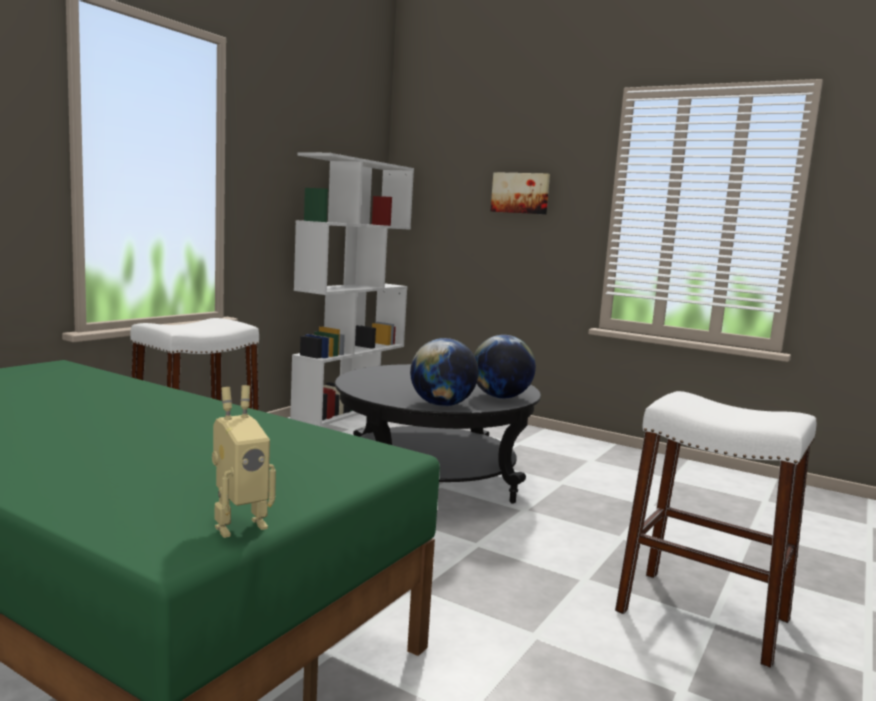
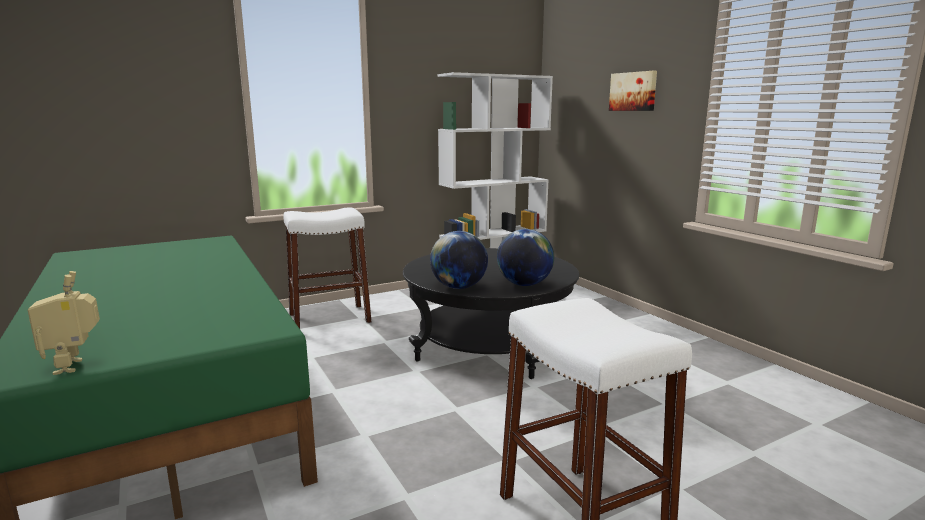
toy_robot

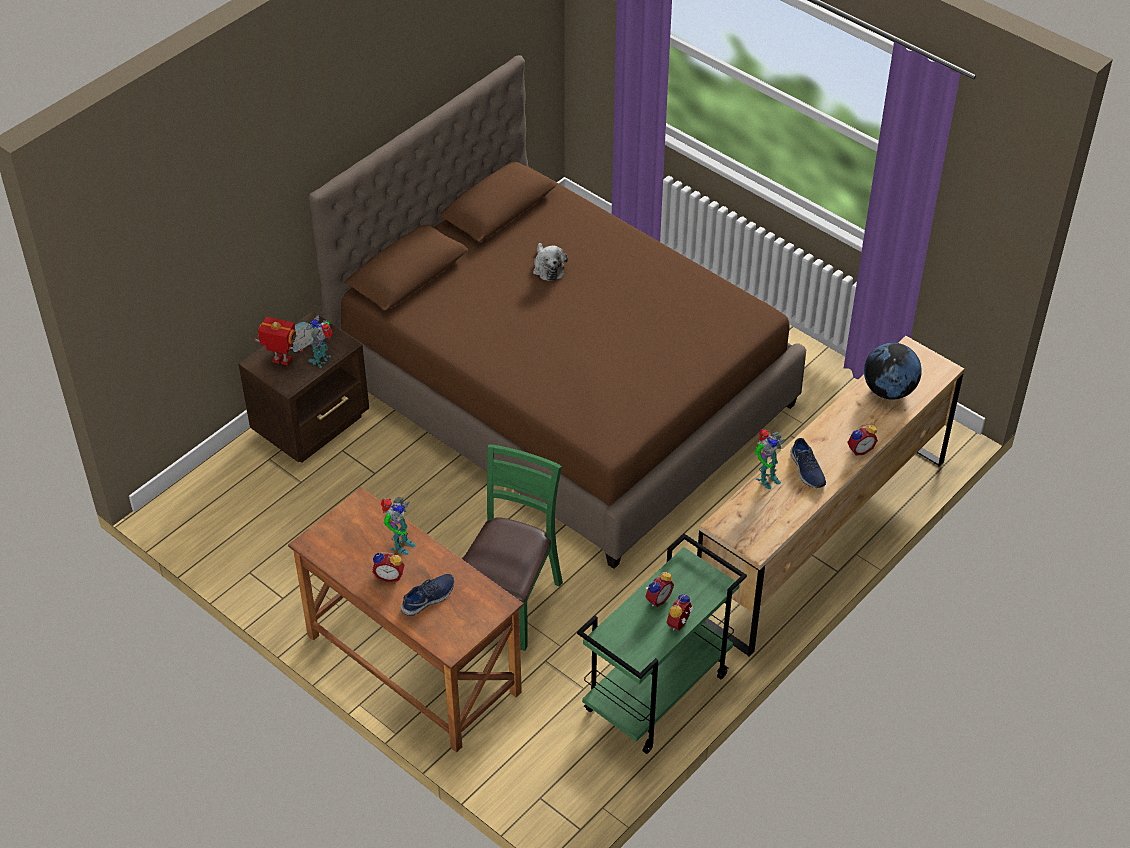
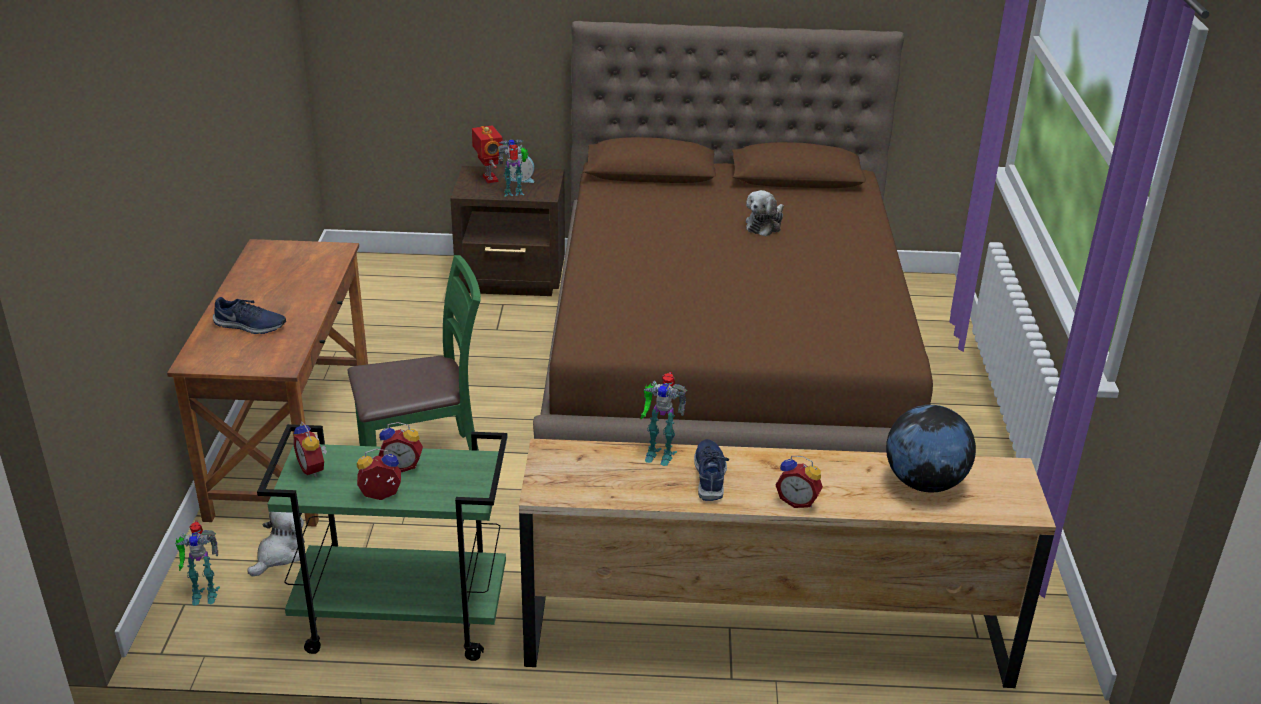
toy_robot (1st from left)
plush_toy (1st from left)
alarm_clock (1st from left)
blue_shoe (2nd from left)

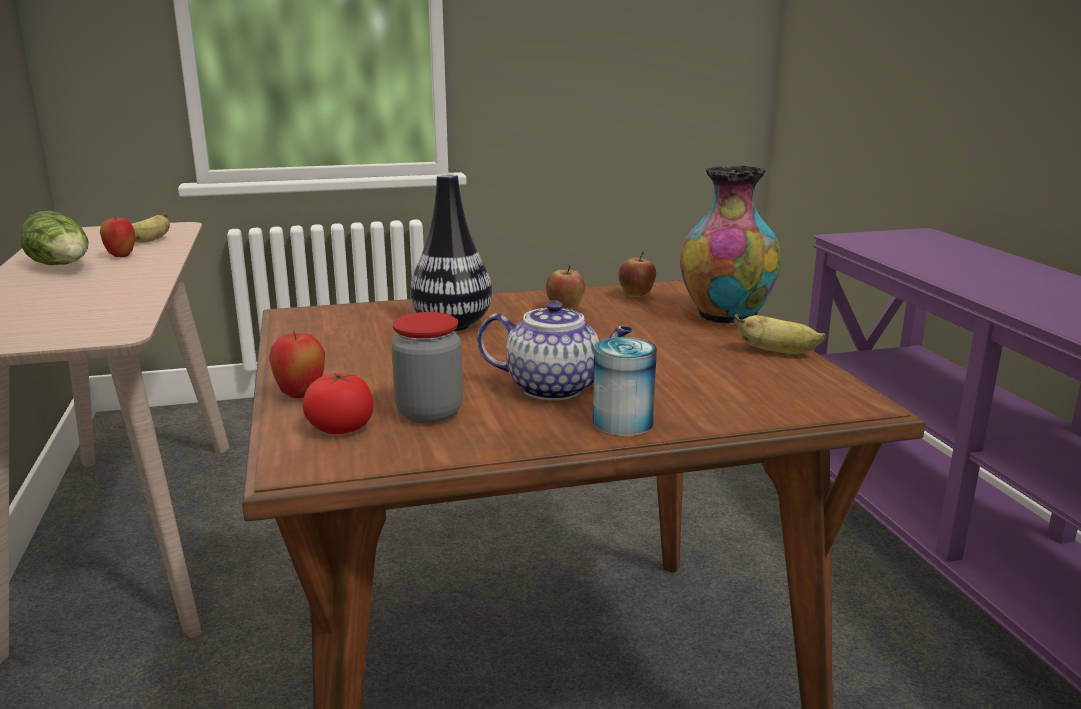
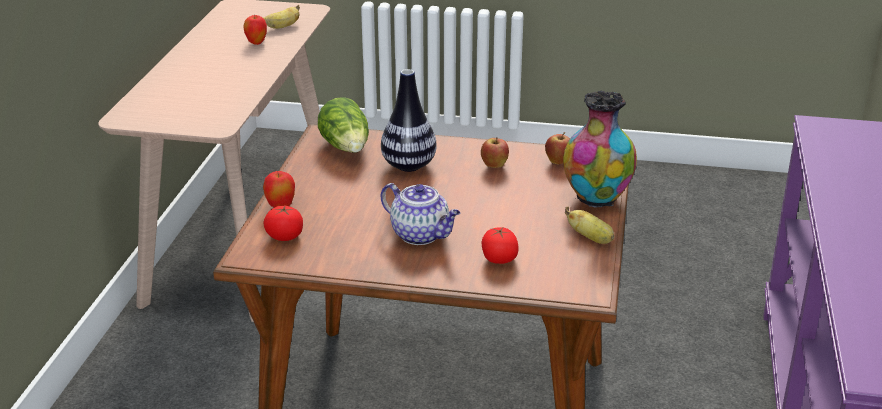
lettuce
tomato (2nd from left)
jar
can

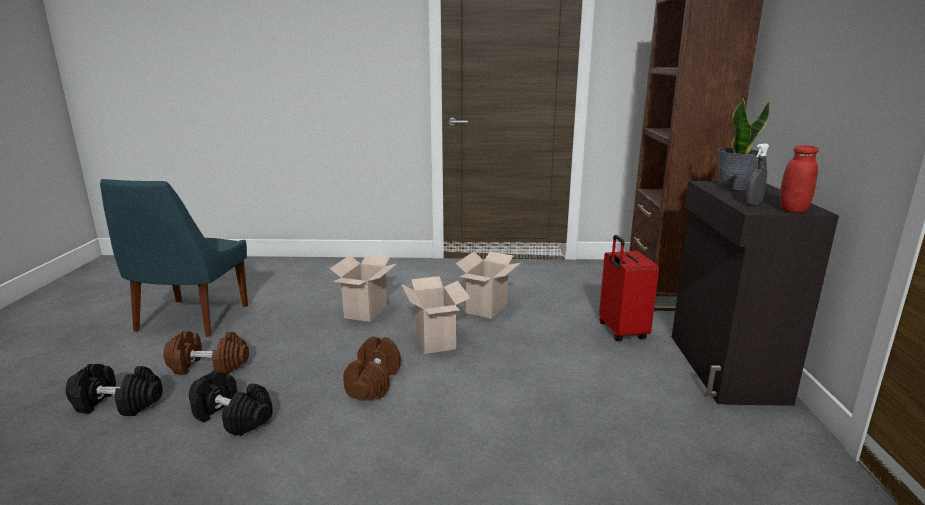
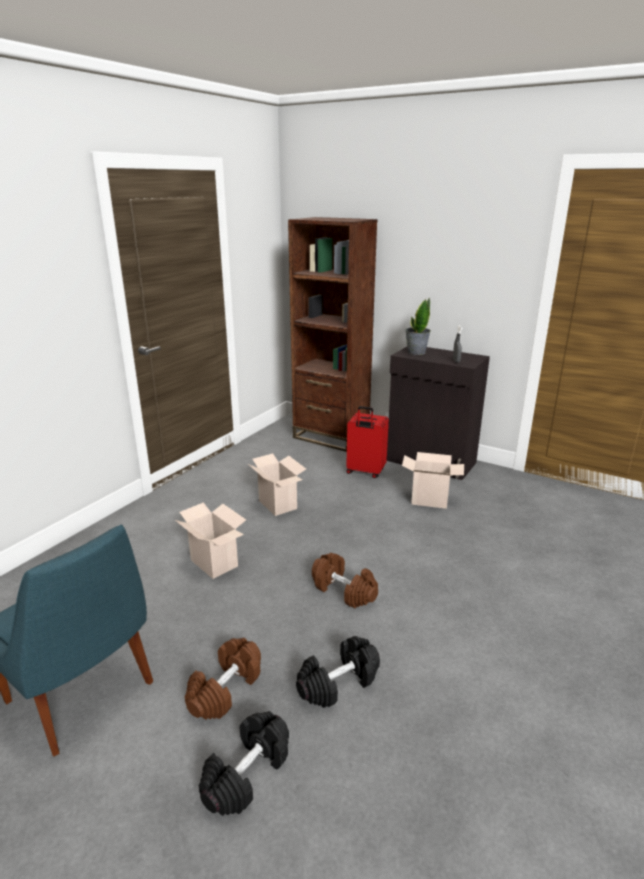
cardboard_box (3rd from left)
red_jar

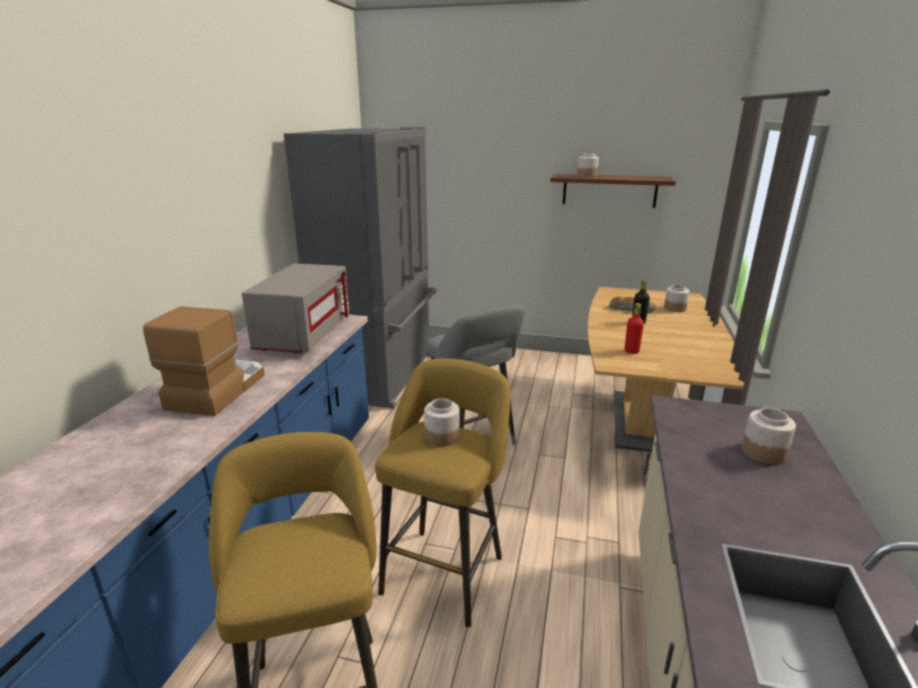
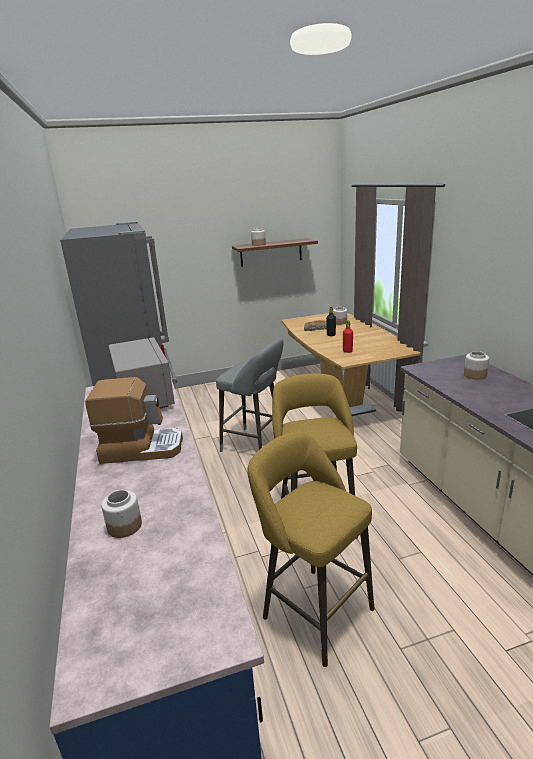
coffee_machine
jar (1st from left)

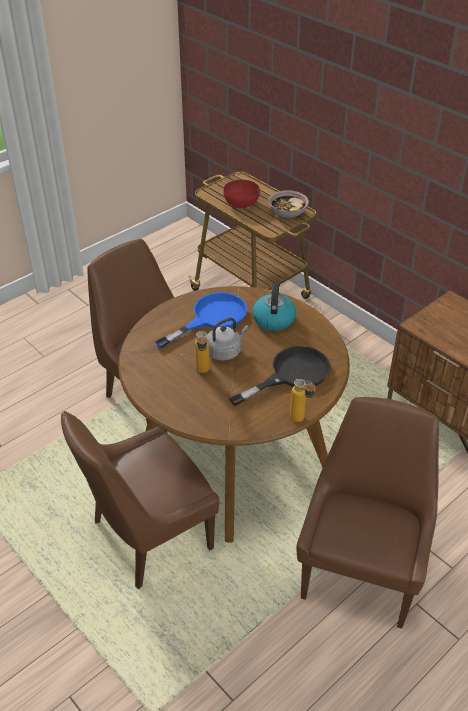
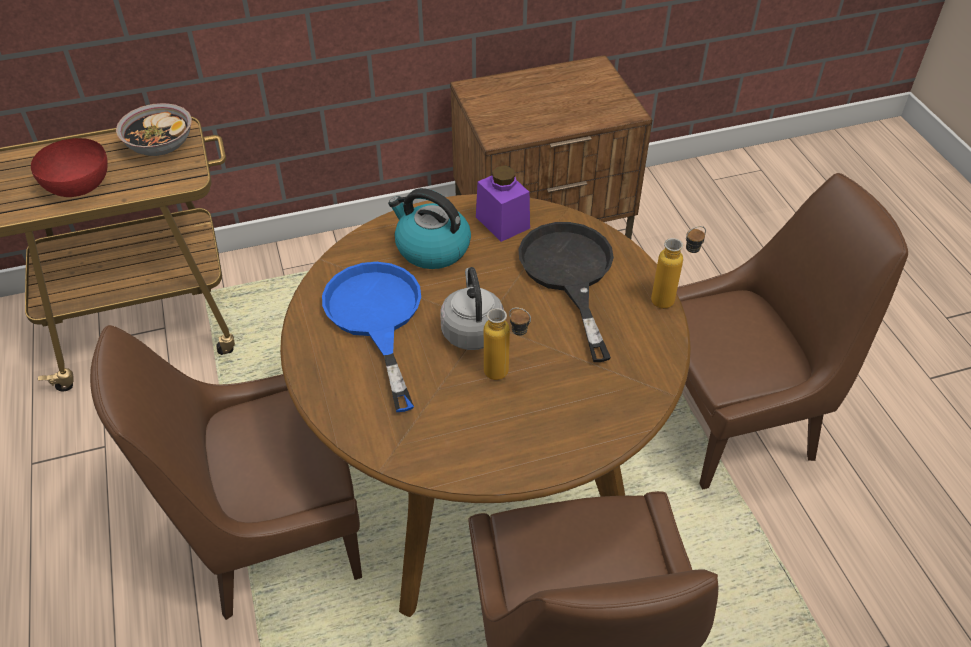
purple_jar
brown_chair (3rd from left)

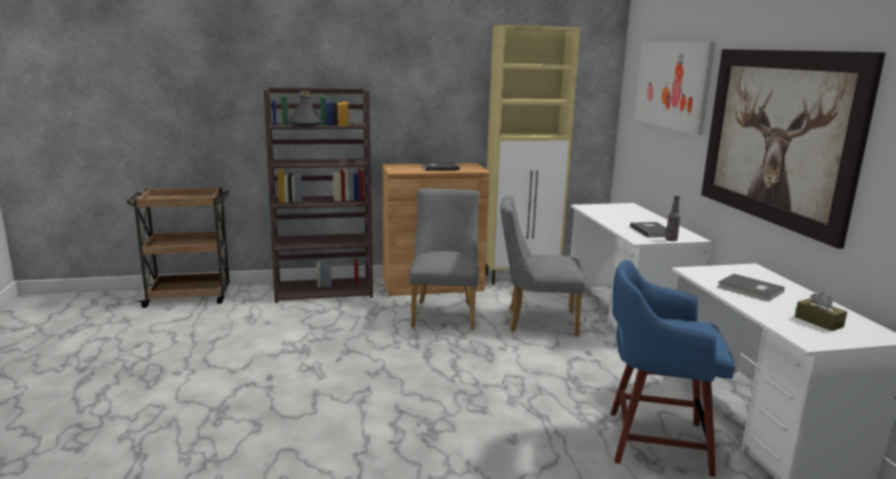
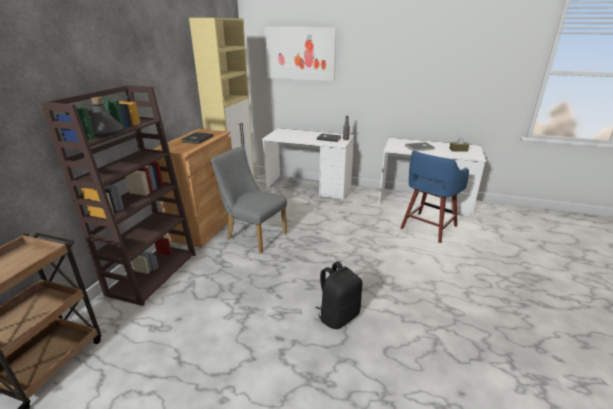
black_backpack
grey_chair (2nd from left in the first image)
picture (2nd from left in the first image)

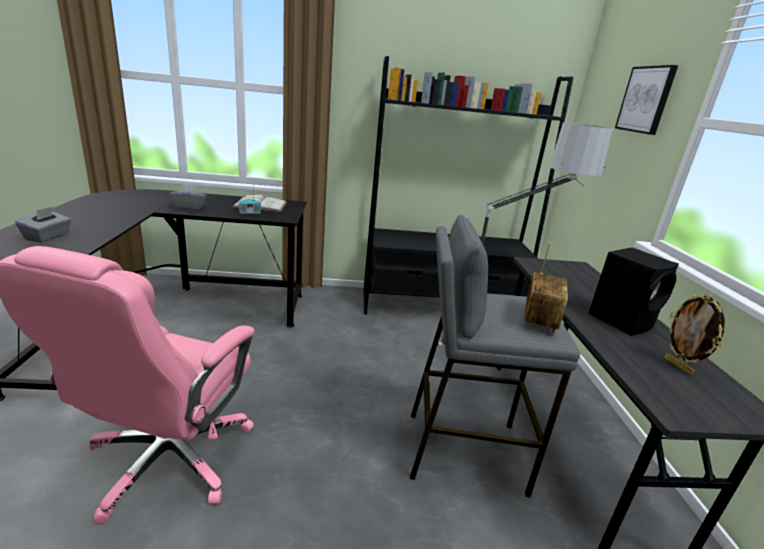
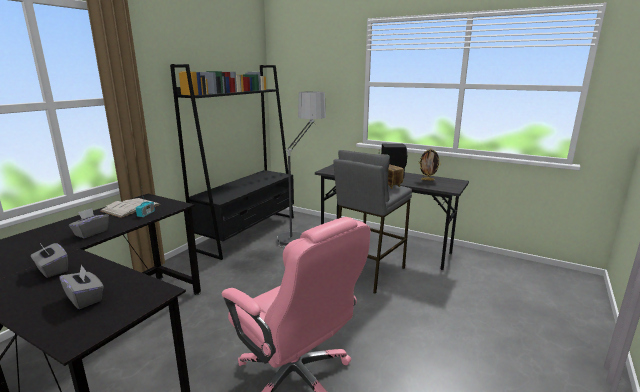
grey_tissue_box (1st from left)
picture

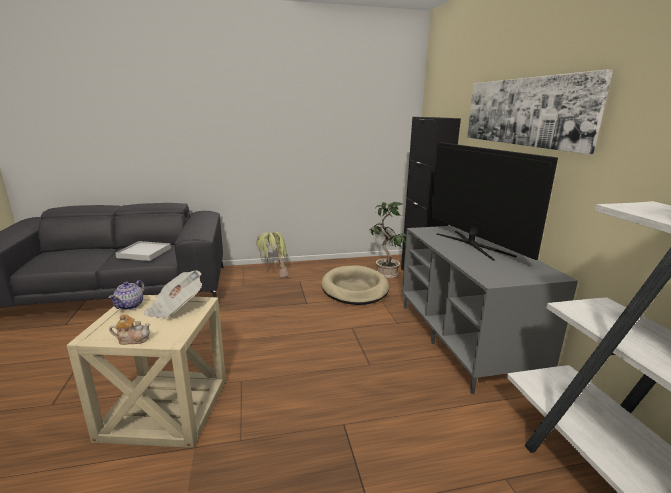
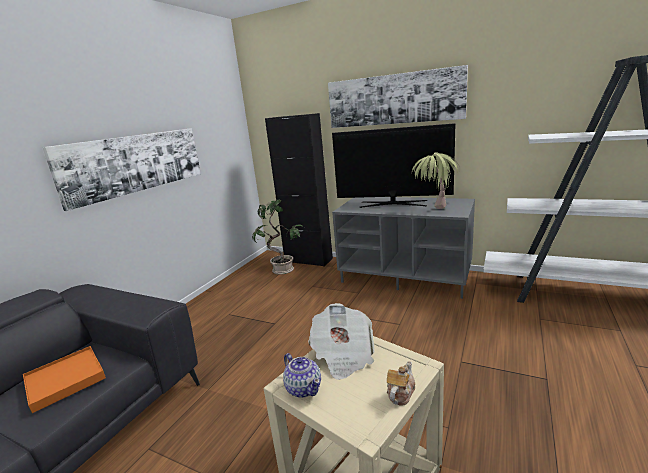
orange_tray
picture (1st from left)
potted_plant (2nd from left)
beige_dog_bed

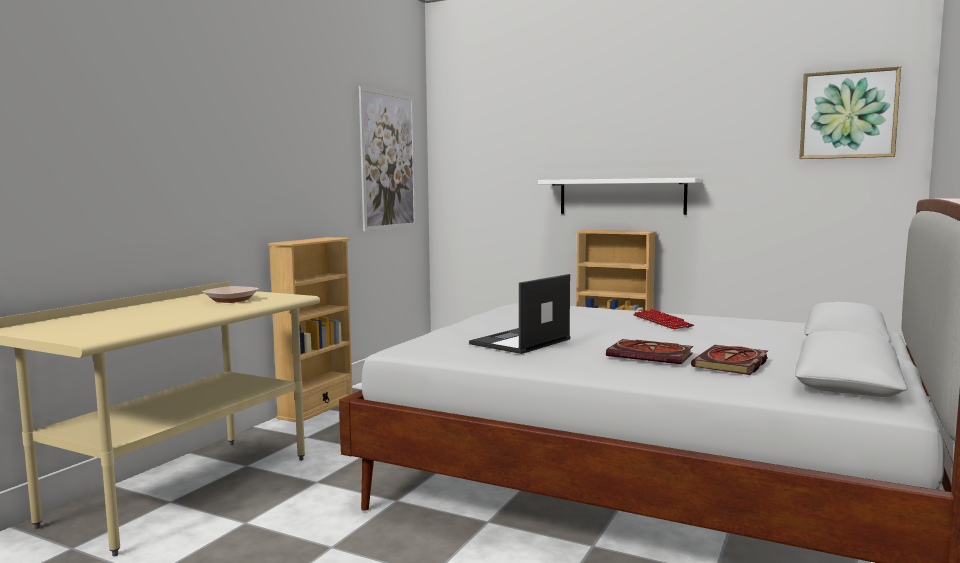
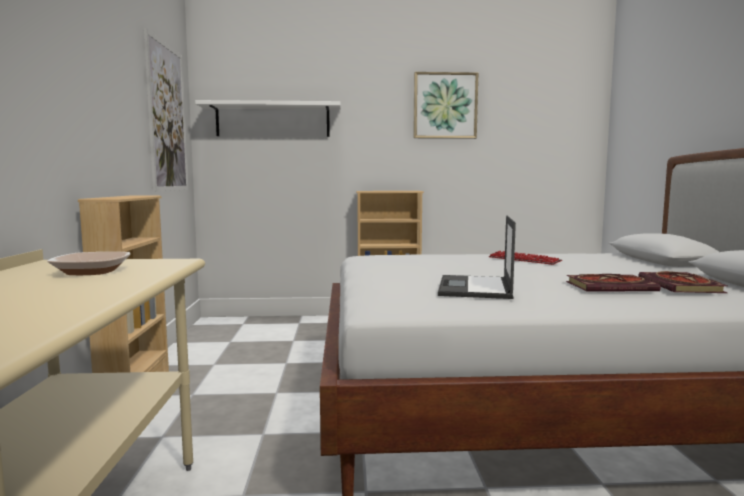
white_shelf
picture (2nd from left)

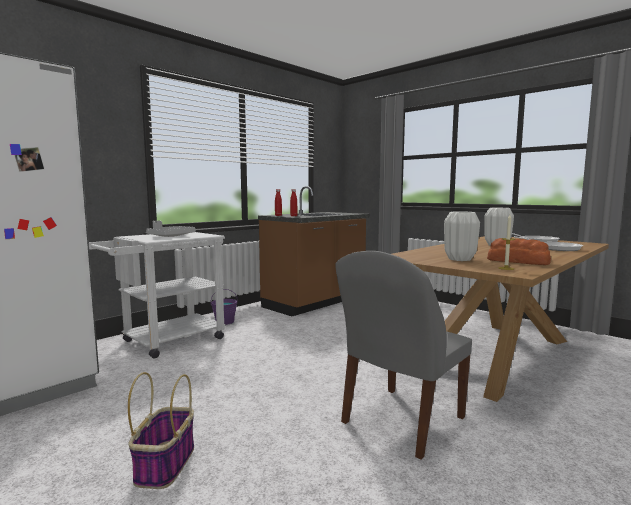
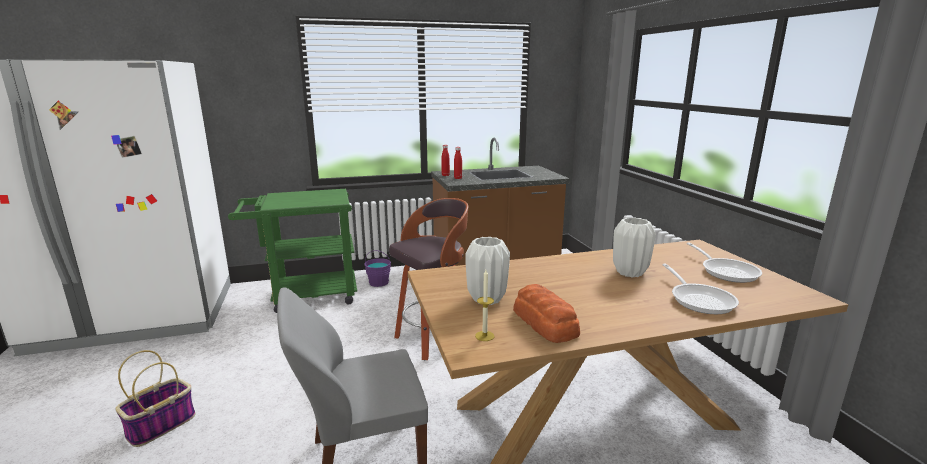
green_cart
stool
grey_tray

